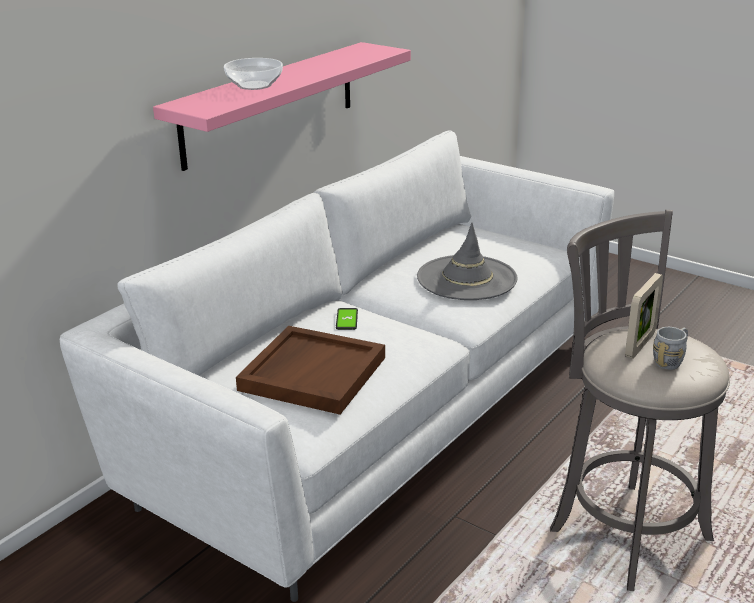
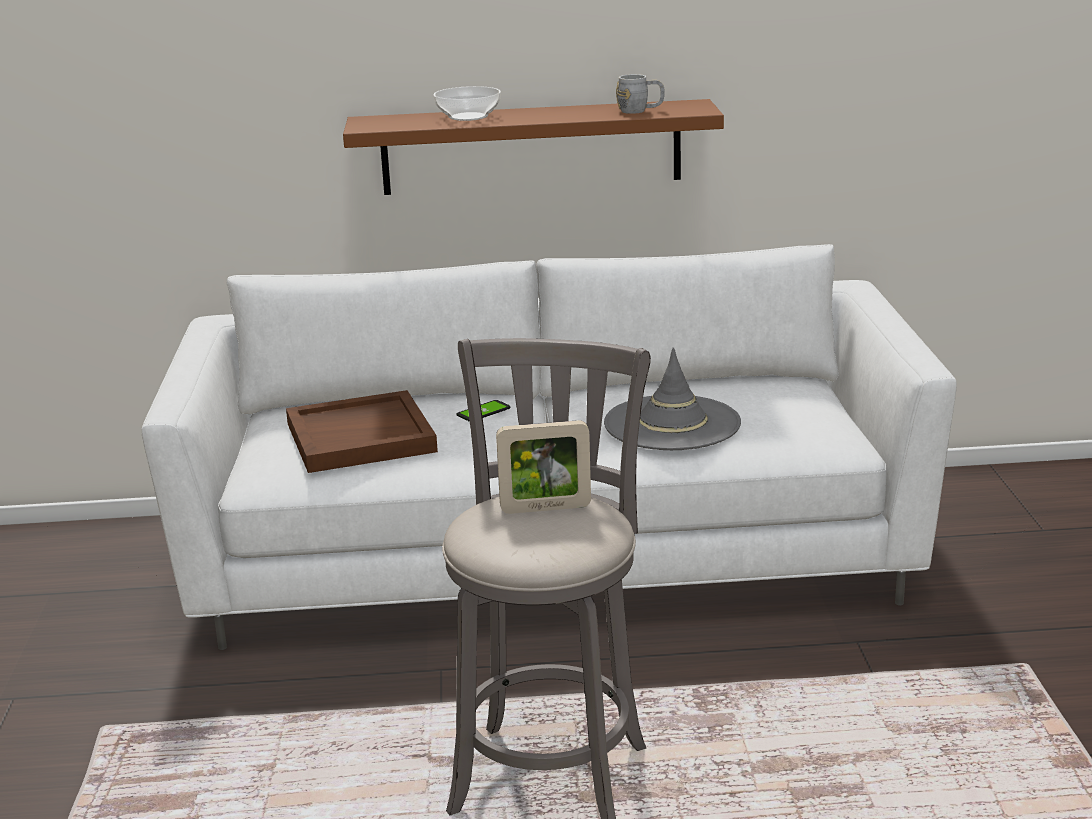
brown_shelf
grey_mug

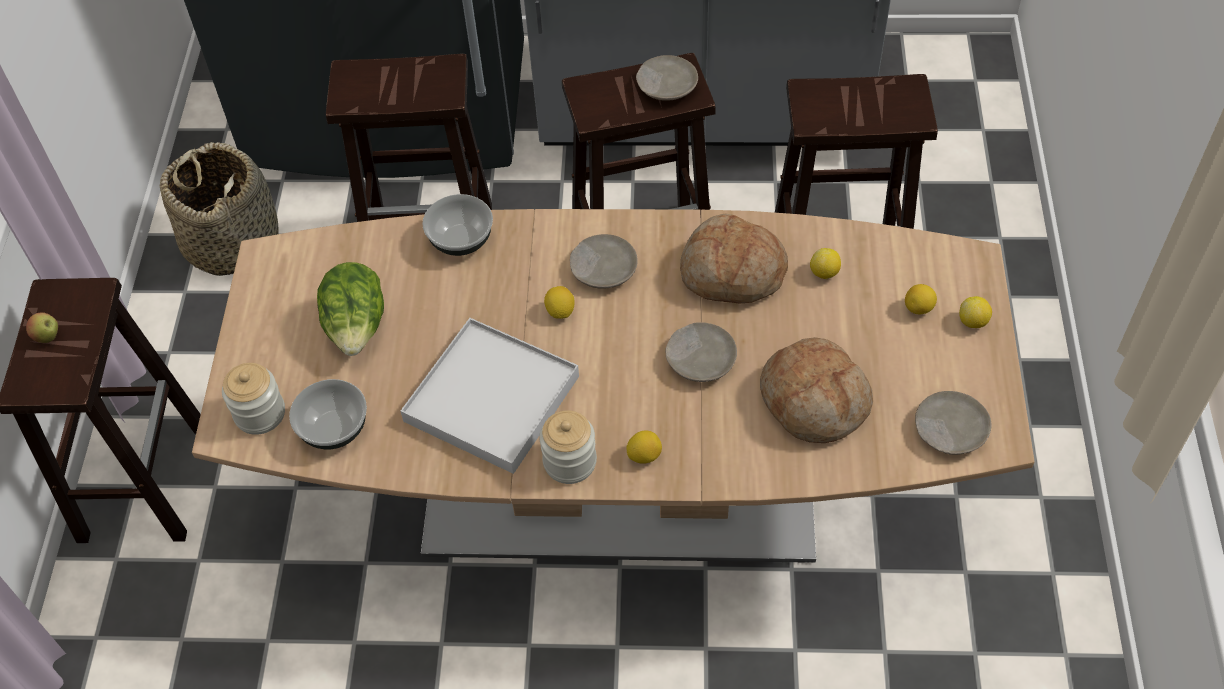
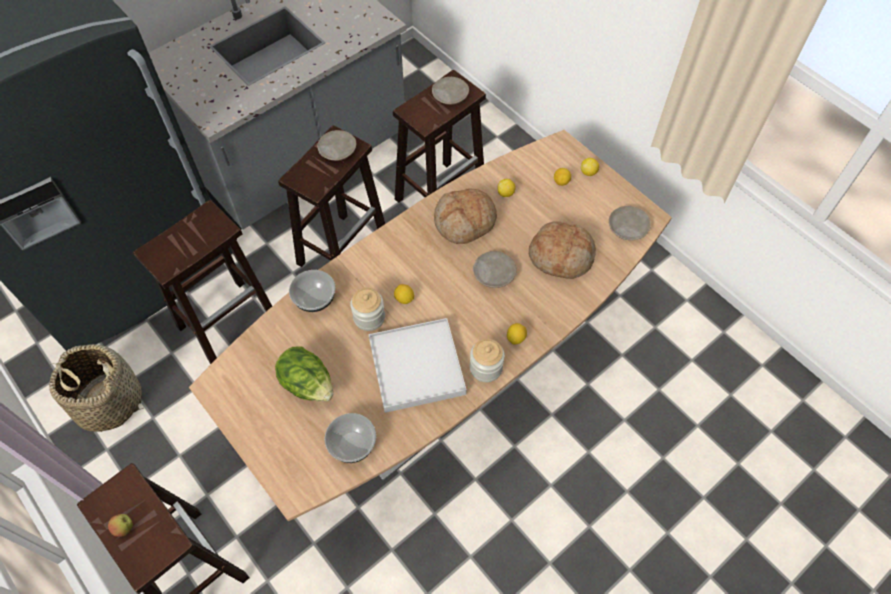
jar (1st from left)
beige_plate (2nd from left)

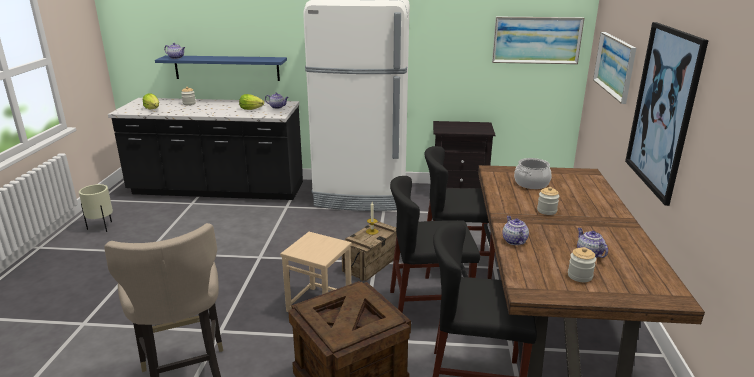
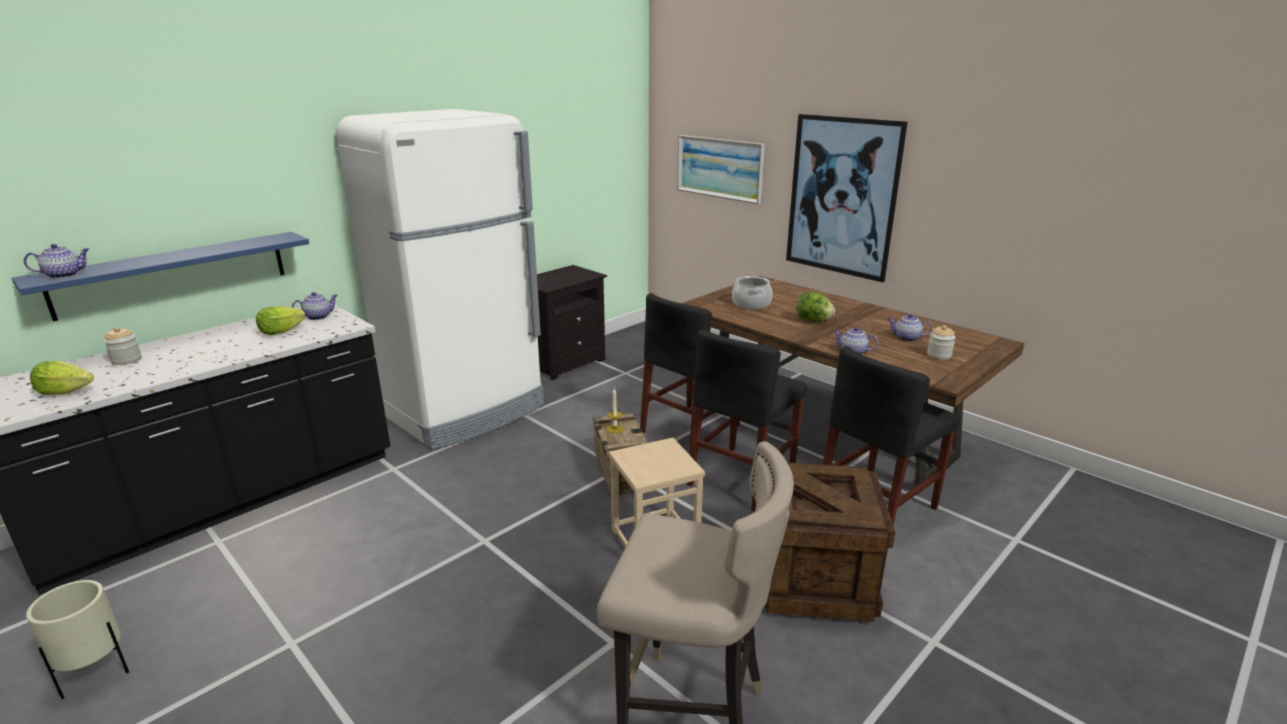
lettuce (3rd from left)
picture (1st from left in the first image)

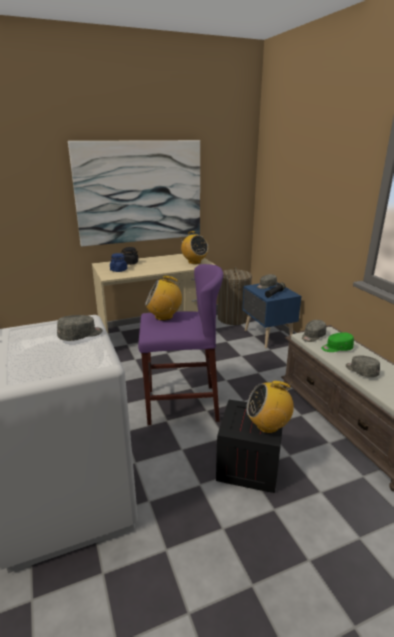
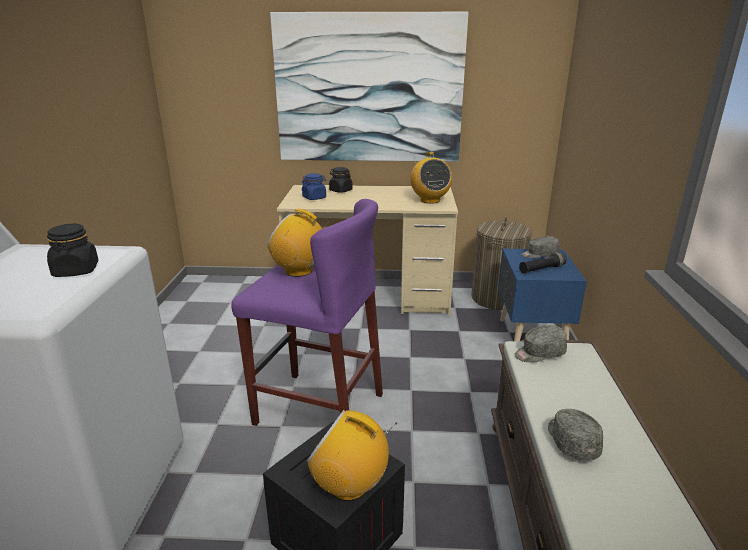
black_jar (1st from left)
green_cap

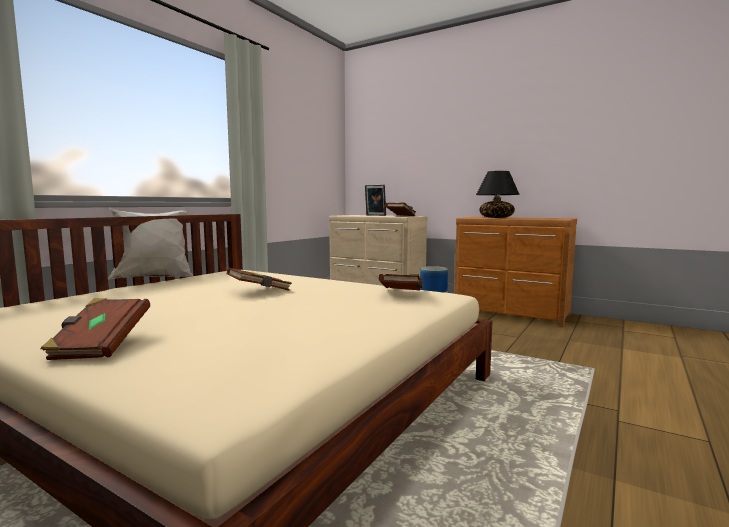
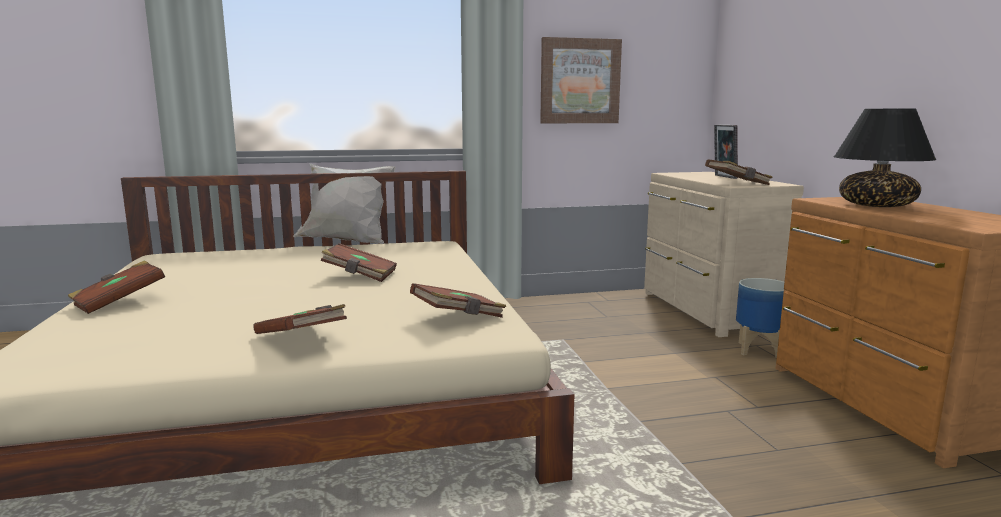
brown_book (2nd from left)
picture

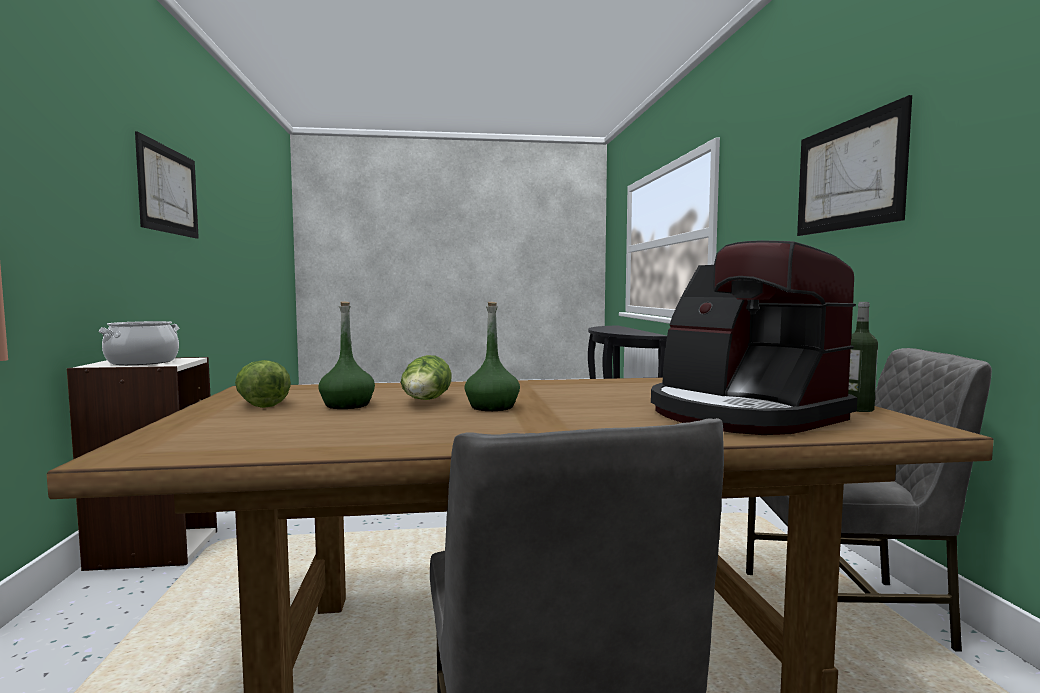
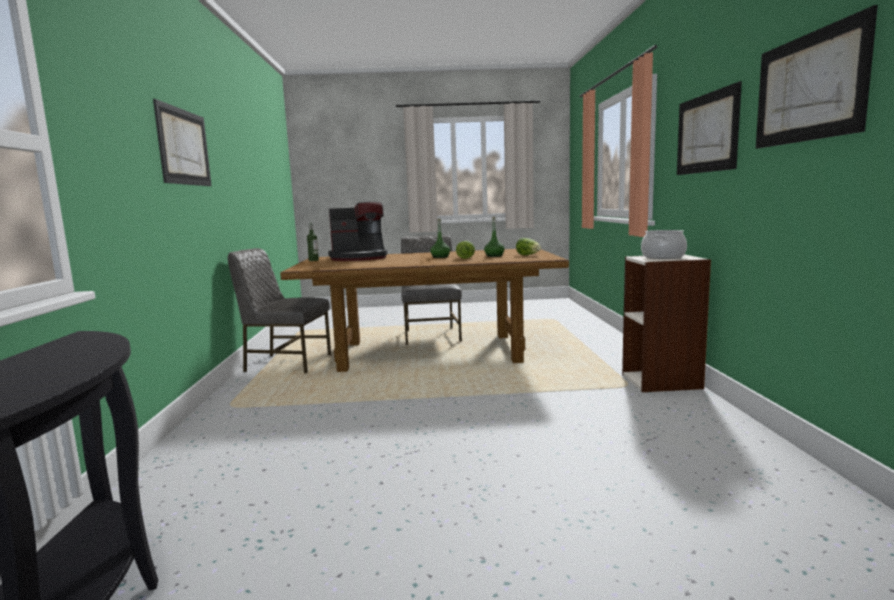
coffee_machine
picture (2nd from left)

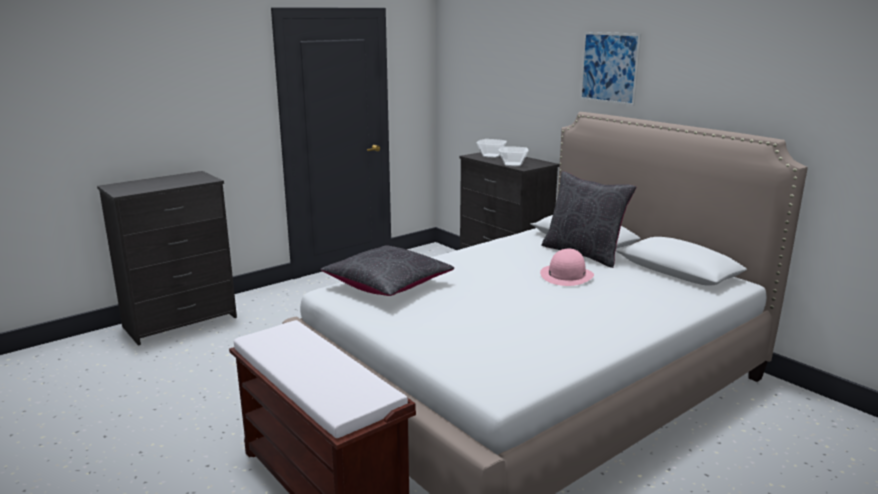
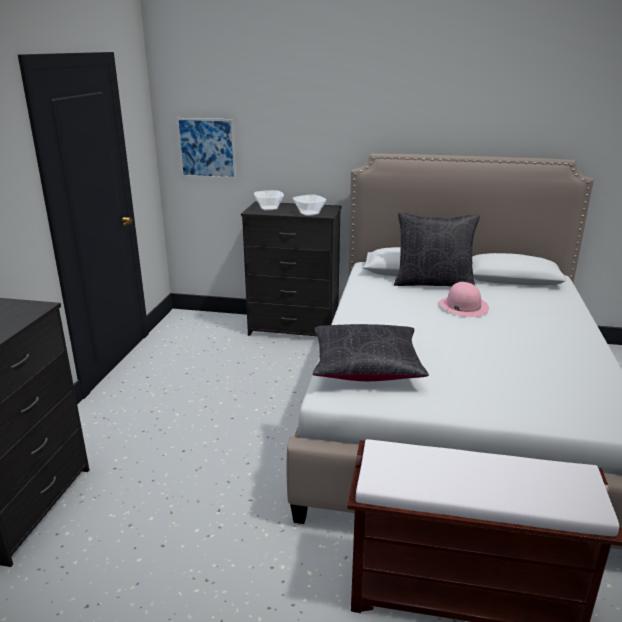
picture

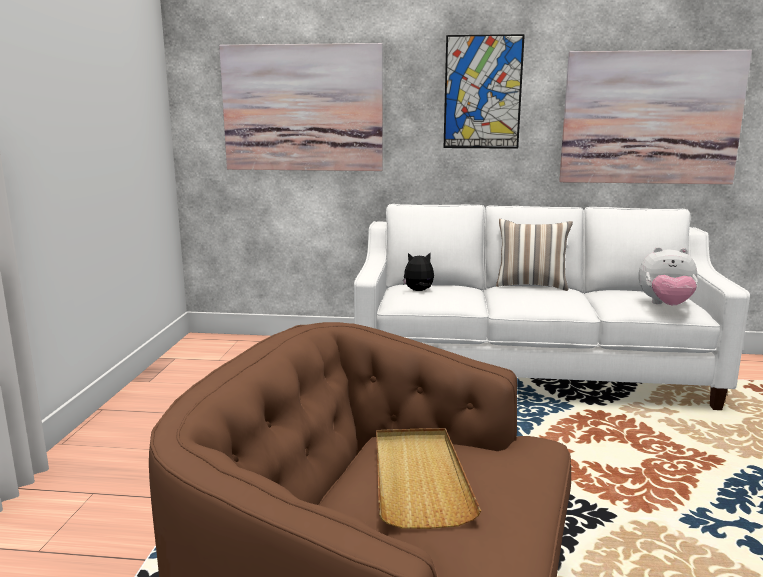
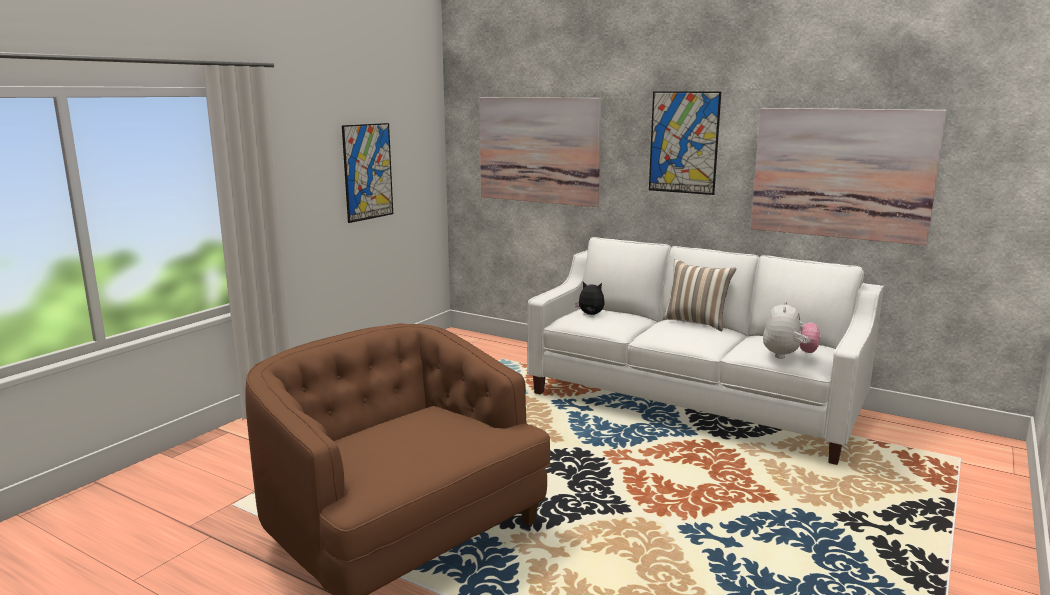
picture (1st from left)
plush_toy (2nd from left)
beige_tray

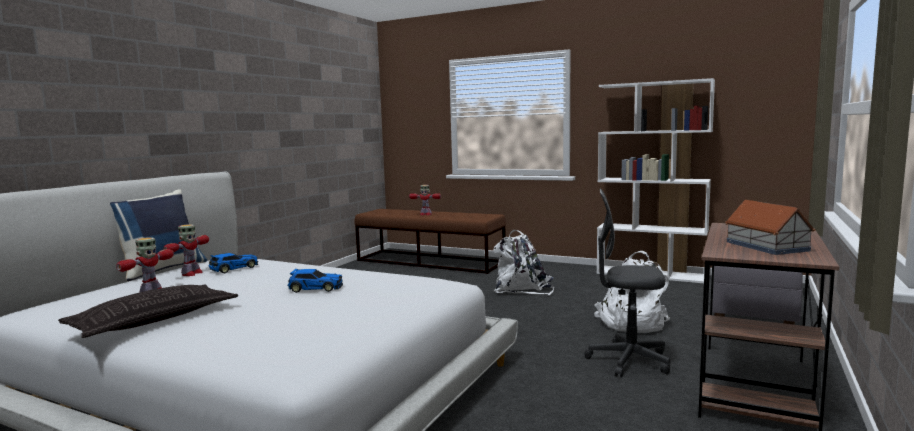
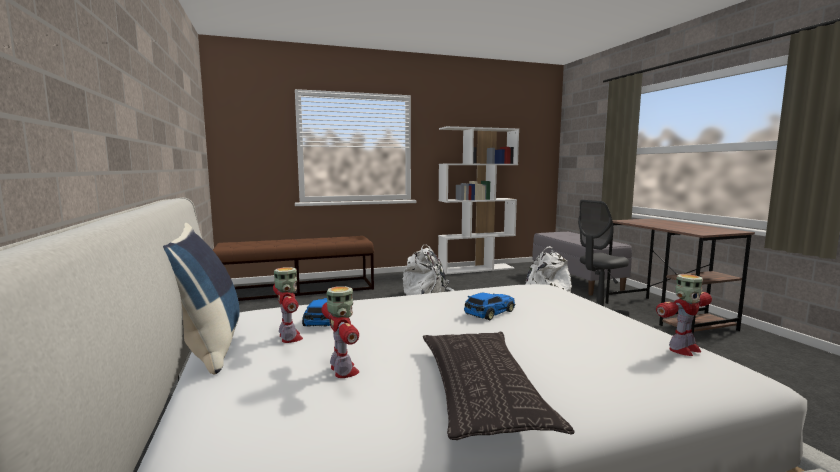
toy_robot (3rd from left)
toy_house

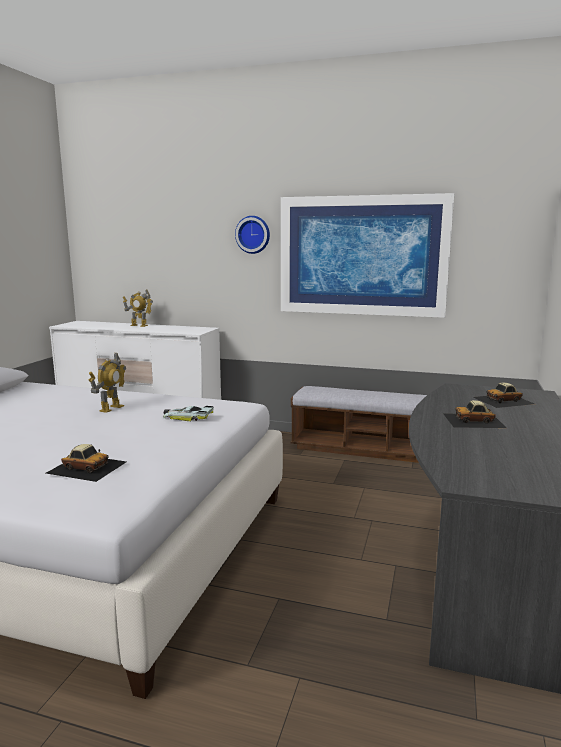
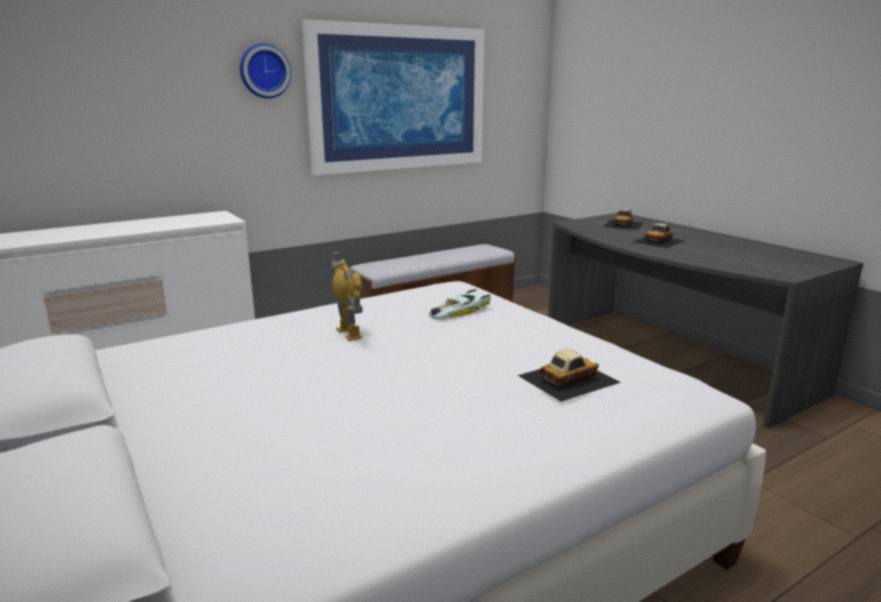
toy_robot (2nd from left in the first image)

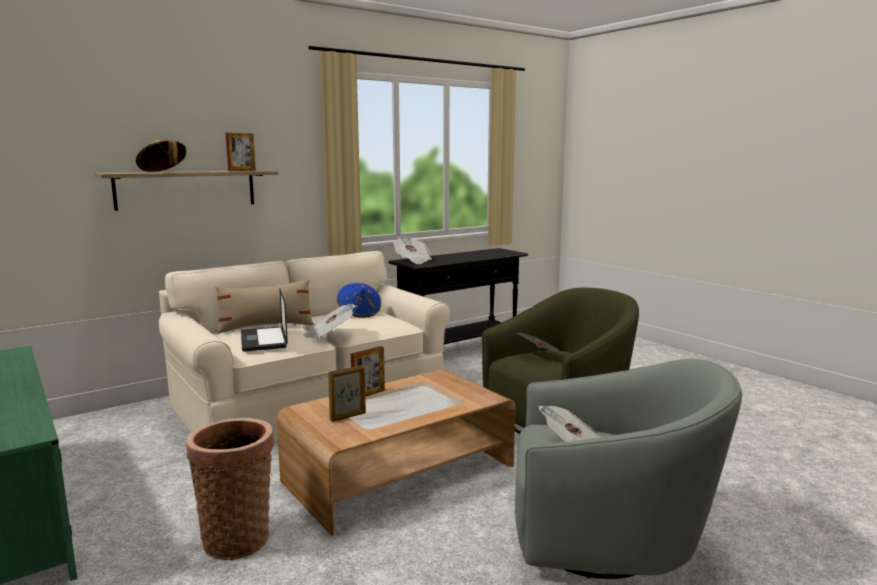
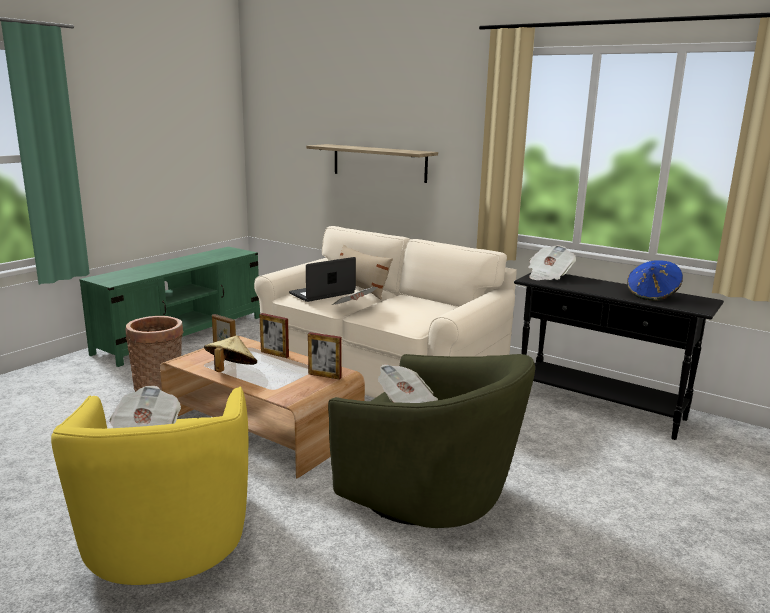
yellow_armchair
beige_hat
picture_frame (3rd from left)
blue_hat

